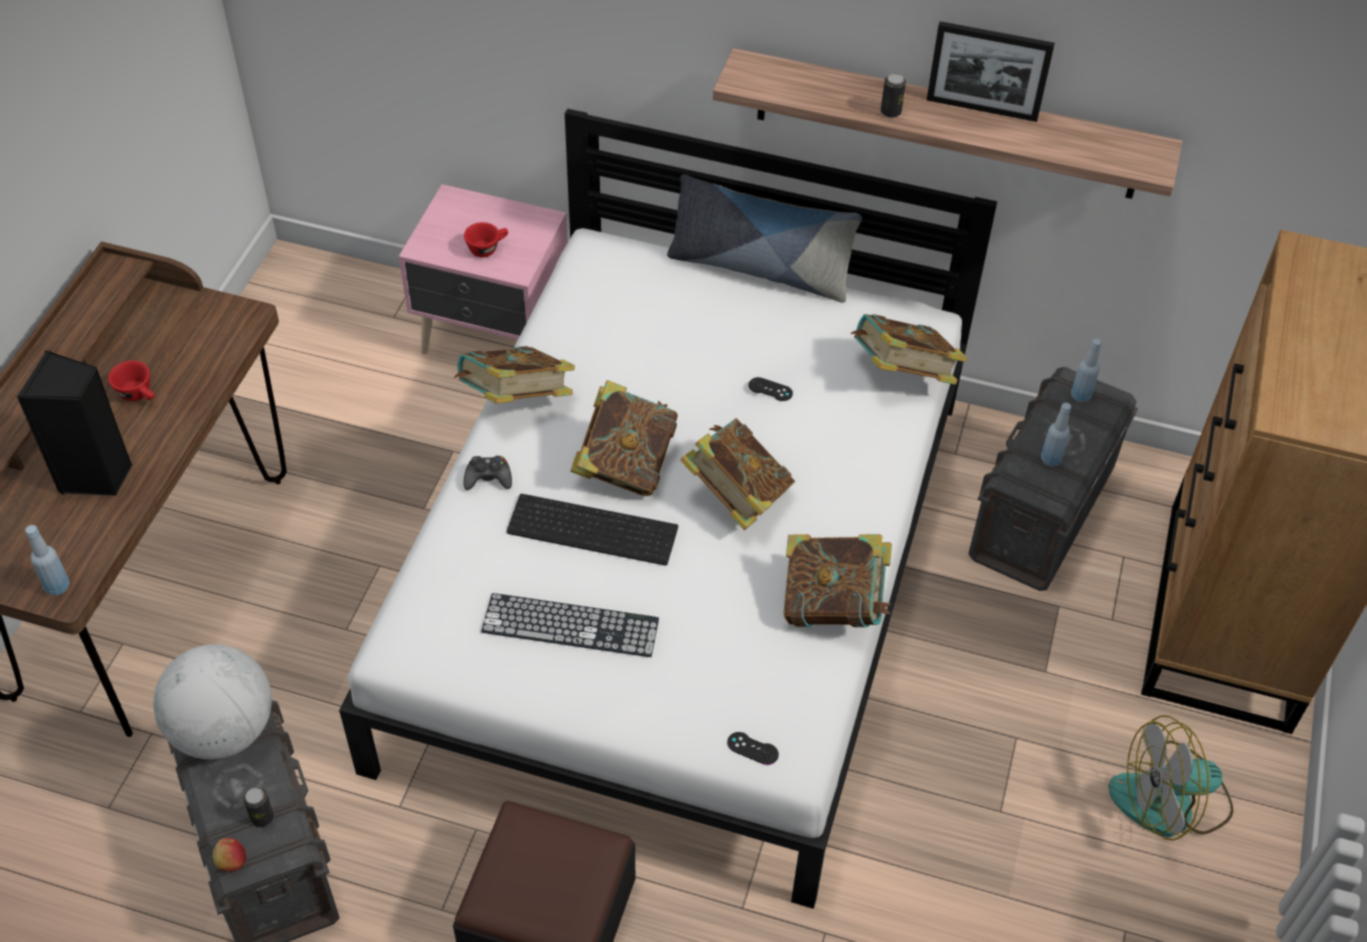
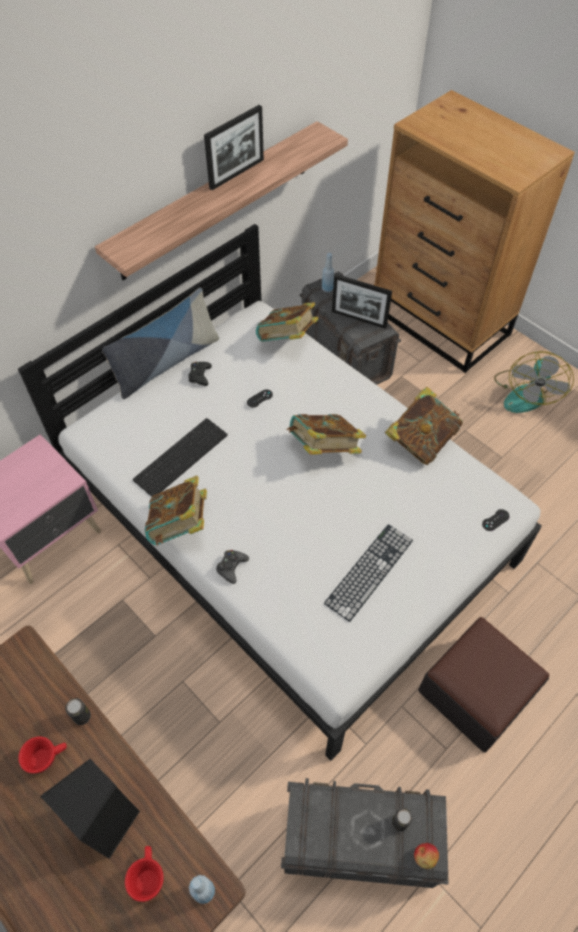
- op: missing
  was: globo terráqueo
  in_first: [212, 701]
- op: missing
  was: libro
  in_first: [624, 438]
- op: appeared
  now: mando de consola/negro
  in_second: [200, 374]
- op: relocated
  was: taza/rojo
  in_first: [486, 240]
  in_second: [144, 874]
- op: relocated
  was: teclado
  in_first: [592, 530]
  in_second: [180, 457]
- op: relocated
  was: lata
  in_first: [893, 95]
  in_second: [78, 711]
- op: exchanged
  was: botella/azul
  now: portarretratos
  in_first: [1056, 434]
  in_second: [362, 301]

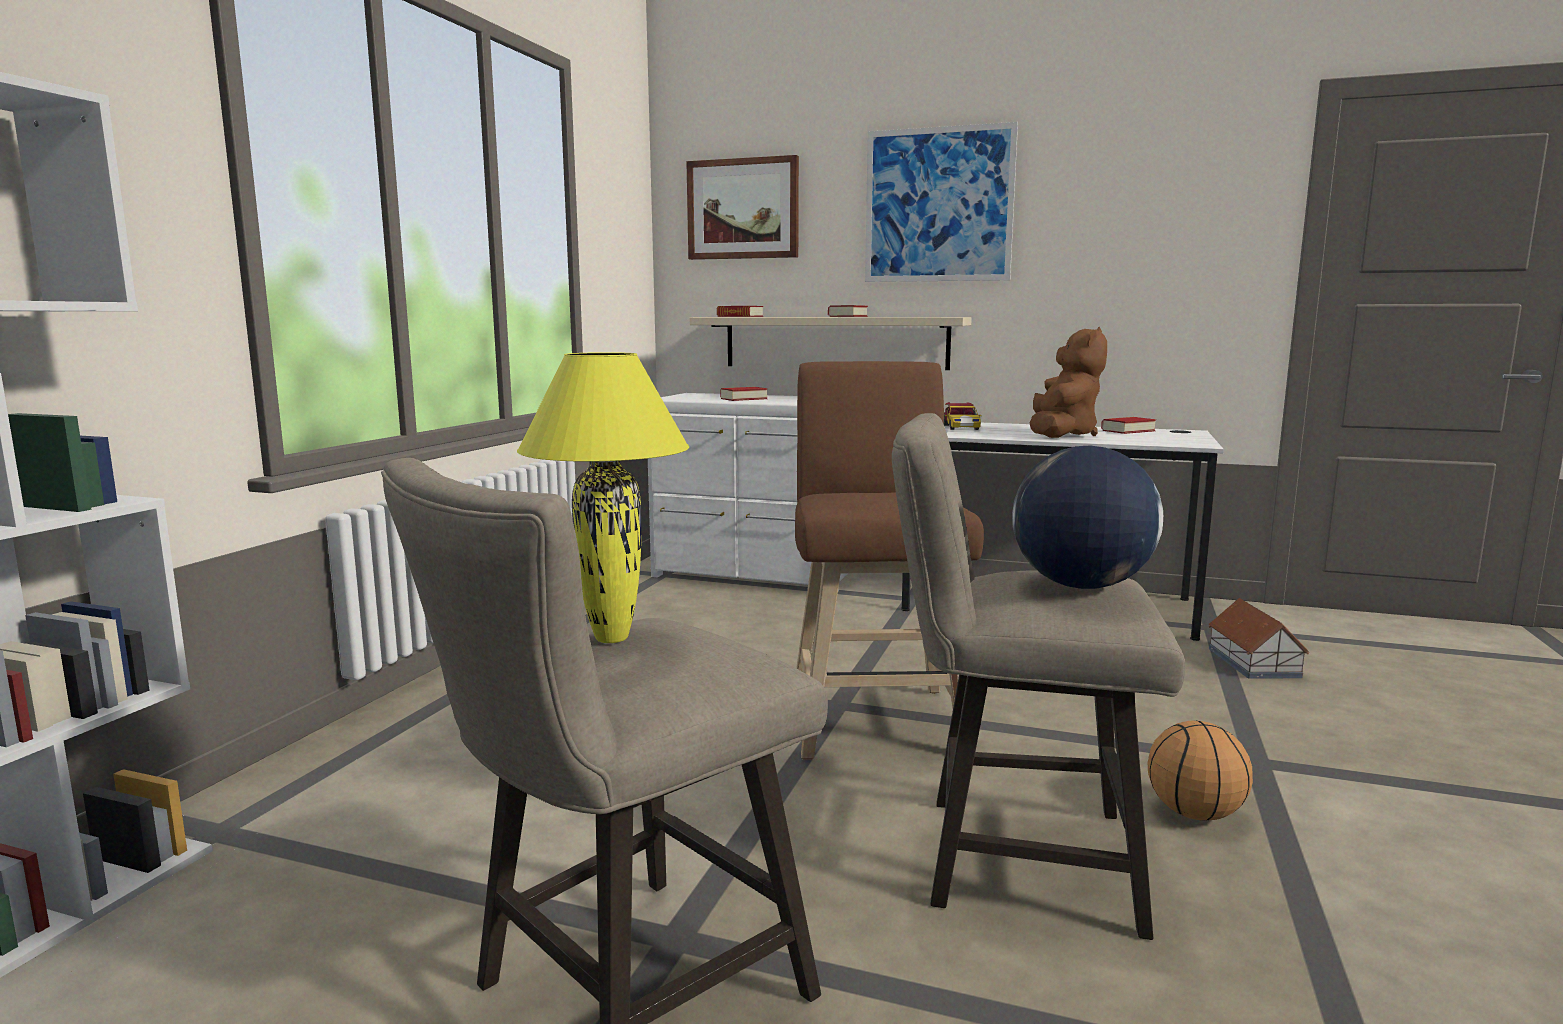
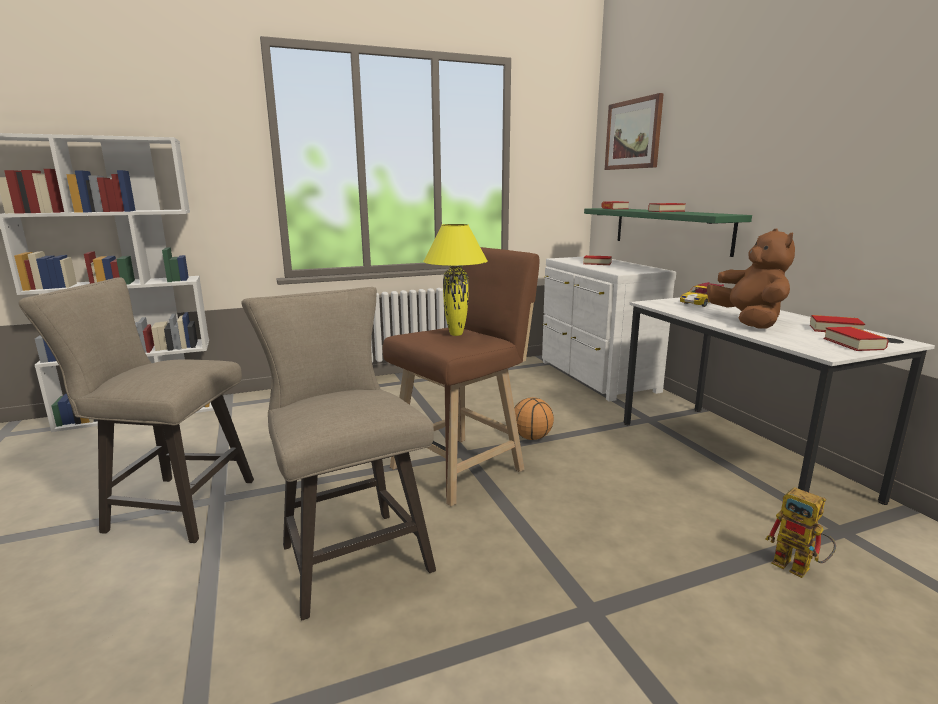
- op: missing
  was: cuadro
  in_first: [941, 202]
- op: missing
  was: globo terráqueo
  in_first: [1087, 517]
- op: appeared
  now: libro
  in_second: [856, 339]
- op: relocated
  was: lámpara de mesa/amarillo
  in_first: [603, 497]
  in_second: [455, 280]
- op: relocated
  was: balón de baloncesto
  in_first: [1200, 771]
  in_second: [534, 418]
- op: exchanged
  was: casita
  now: robot de juguete
  in_first: [1258, 638]
  in_second: [801, 532]
- op: colour
  was: estante/beis
  now: estante/verde
  in_first: [831, 343]
  in_second: [668, 232]
- op: spun
  was: peluche/marrón
  in_first: [1068, 382]
  in_second: [751, 279]
  clockwise: -75

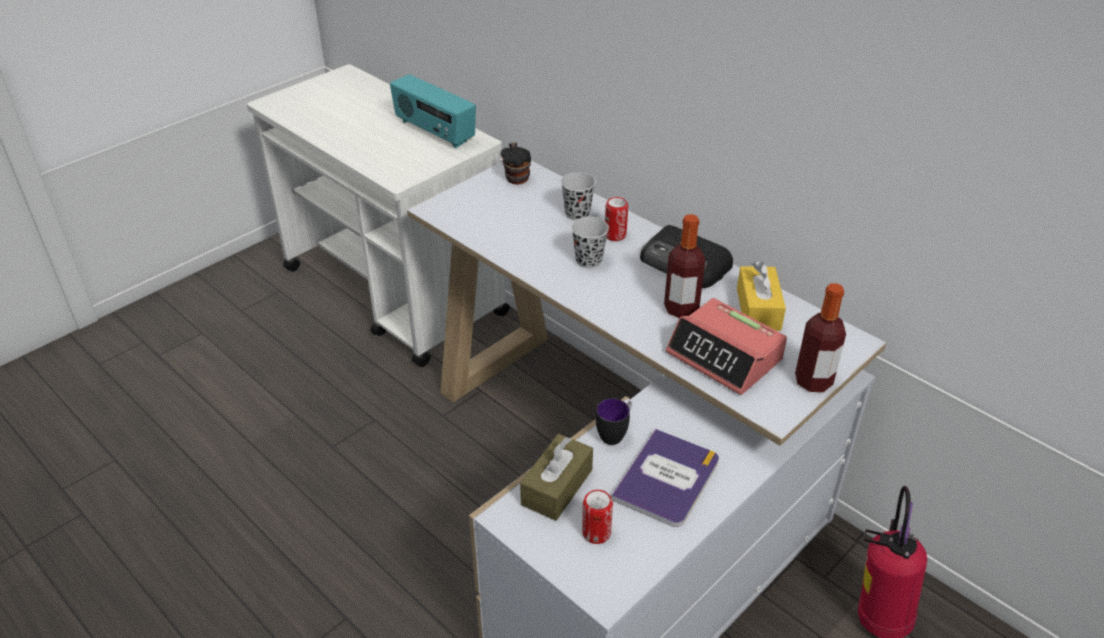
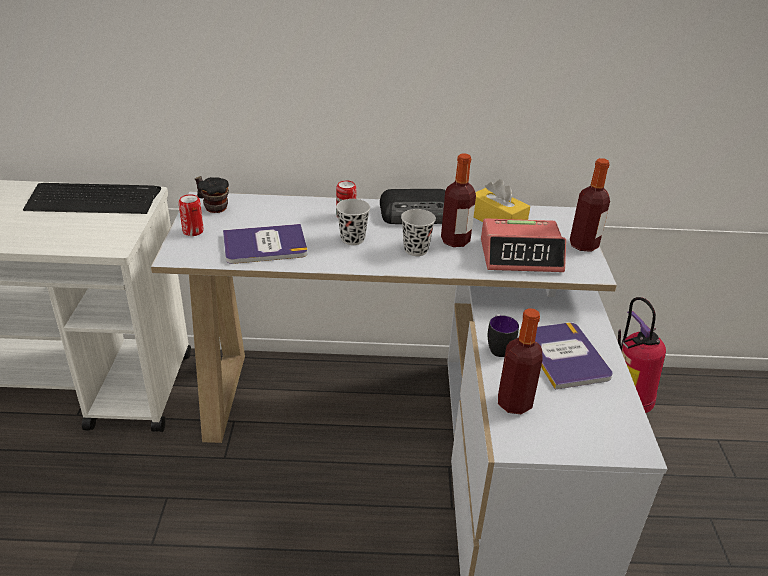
- op: appeared
  now: libro
  in_second: [265, 244]
- op: relocated
  was: taza/negro
  in_first: [578, 196]
  in_second: [418, 232]
- op: relocated
  was: lata
  in_first: [597, 517]
  in_second: [191, 215]
- op: exchanged
  was: radio
  now: teclado
  in_first: [433, 111]
  in_second: [92, 198]
- op: exchanged
  was: caja de pañuelos/marrón
  now: botella
  in_first: [556, 477]
  in_second: [520, 361]

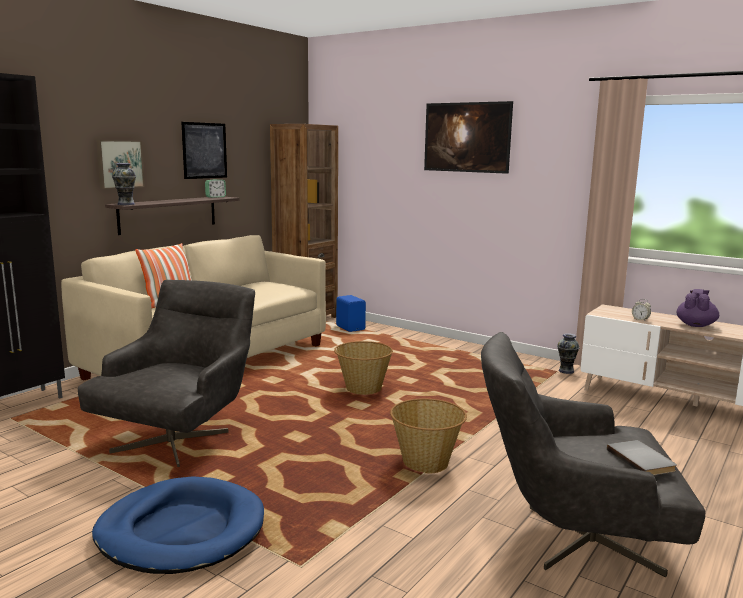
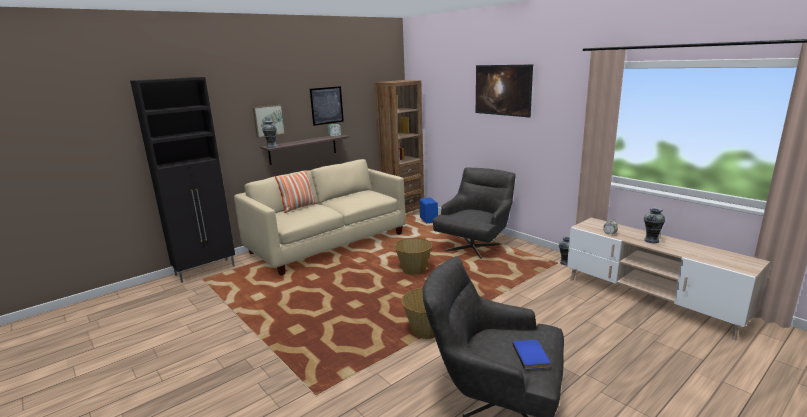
- op: missing
  was: cama para perro/azul
  in_first: [178, 525]
- op: relocated
  was: sillón/gris
  in_first: [166, 373]
  in_second: [474, 213]
- op: exchanged
  was: tetera/morado
  now: florero
  in_first: [698, 308]
  in_second: [654, 225]
- op: colour
  was: libro/gris
  now: libro/azul
  in_first: [642, 457]
  in_second: [532, 354]

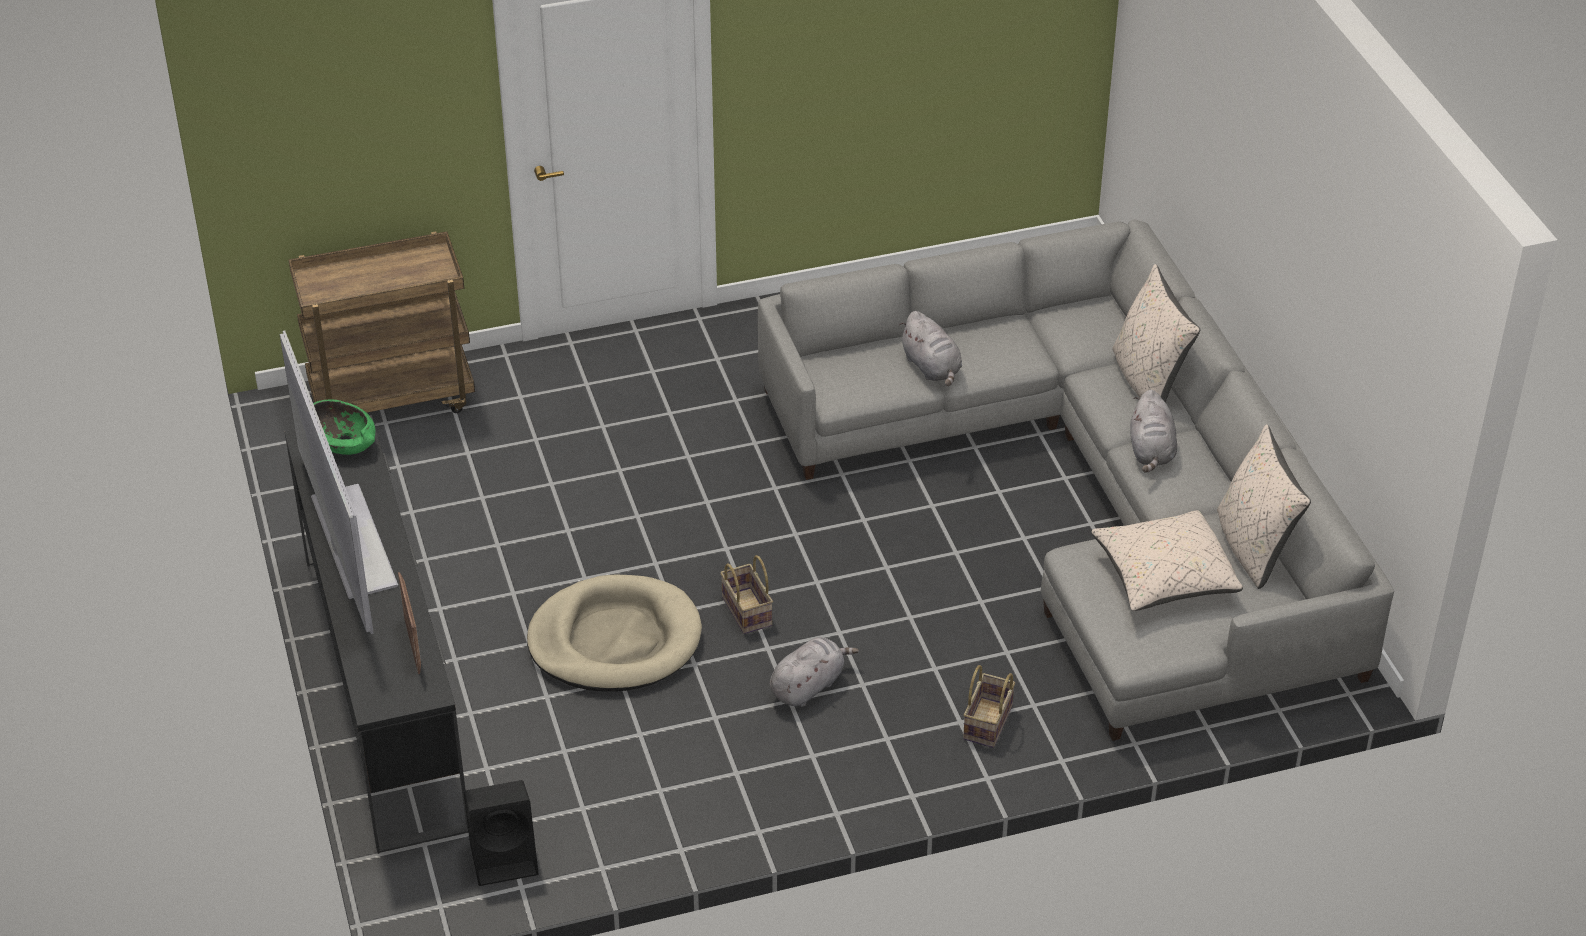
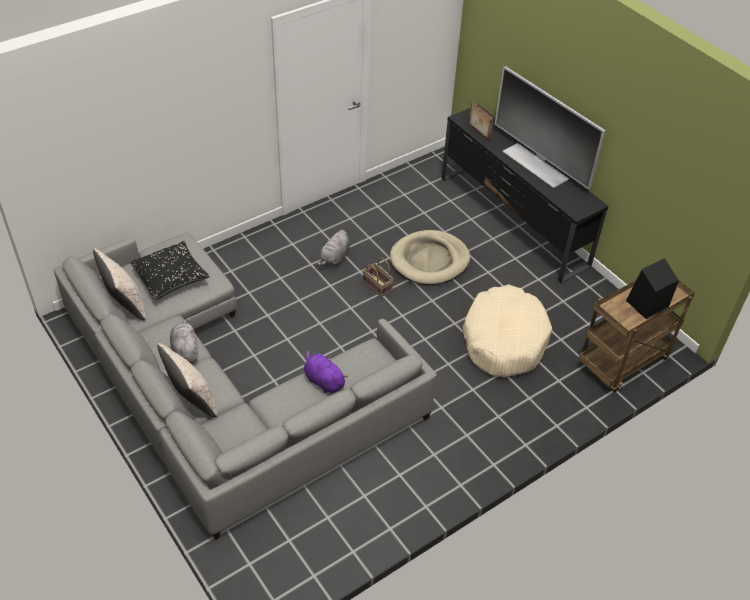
- op: missing
  was: cuenco/verde
  in_first: [344, 427]
- op: missing
  was: cesta
  in_first: [989, 706]
- op: appeared
  now: cama para perro/beis
  in_second: [507, 330]
- op: relocated
  was: altavoz/negro
  in_first: [501, 833]
  in_second: [652, 288]
- op: colour
  was: peluche/gris
  now: peluche/morado
  in_first: [930, 348]
  in_second: [326, 372]
- op: colour
  was: cojín/beis
  now: cojín/negro
  in_first: [1167, 560]
  in_second: [170, 270]

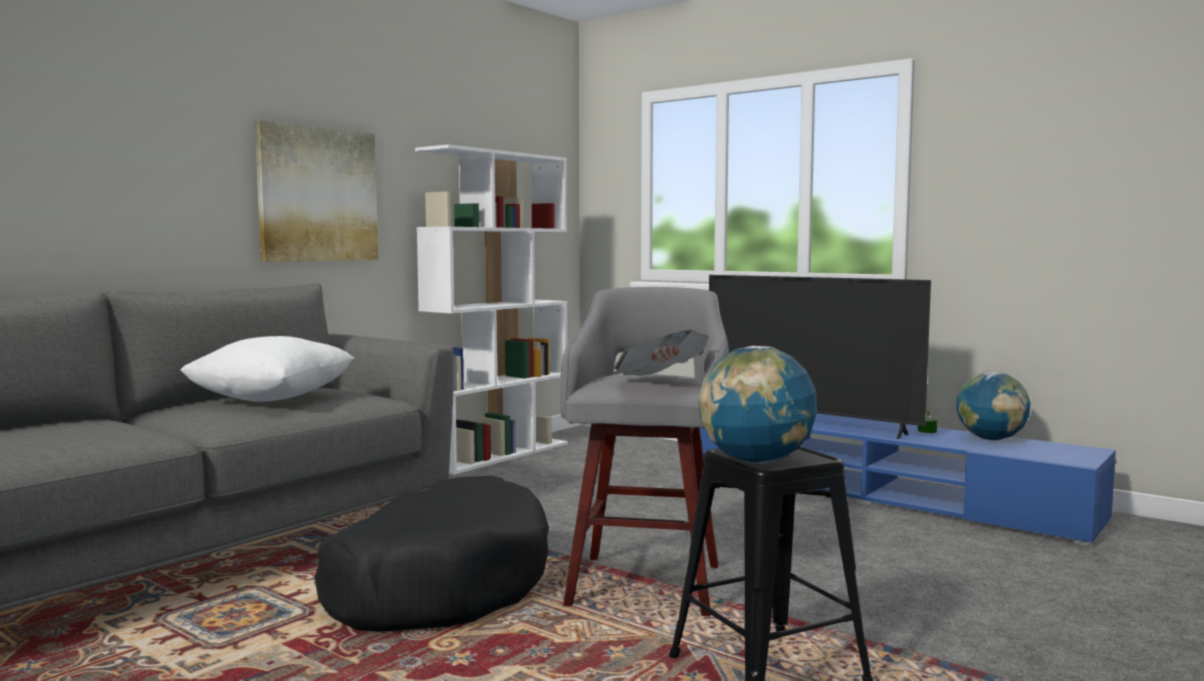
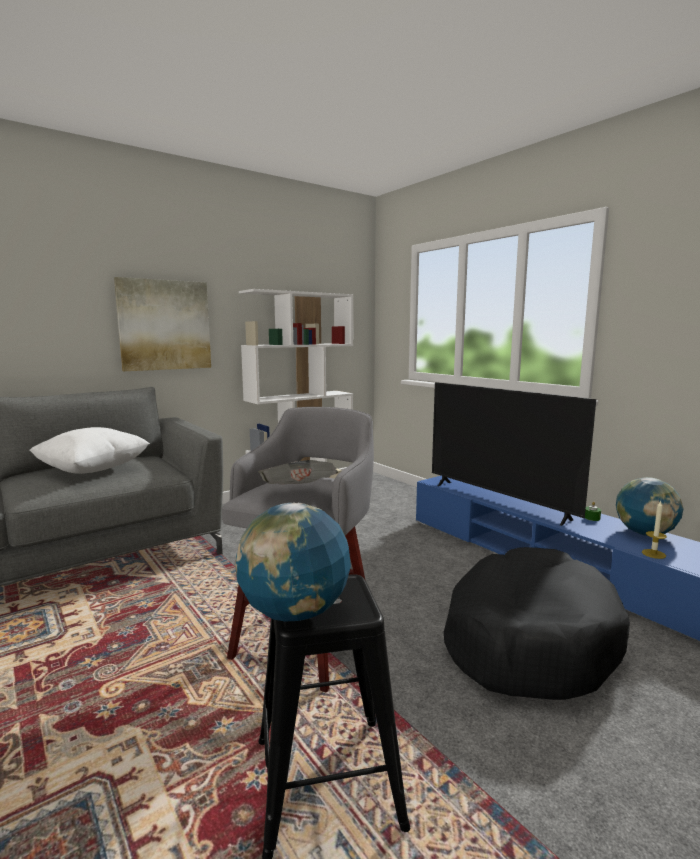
- op: appeared
  now: vela
  in_second: [654, 530]
- op: relocated
  was: cama para perro/negro
  in_first: [432, 553]
  in_second: [537, 623]

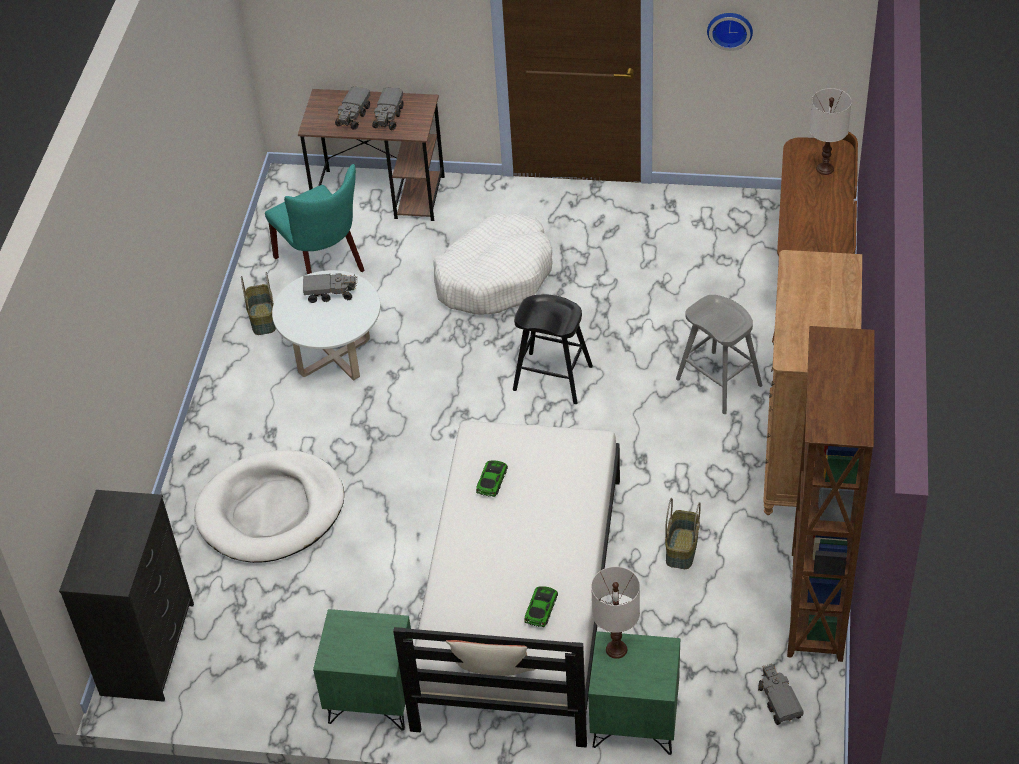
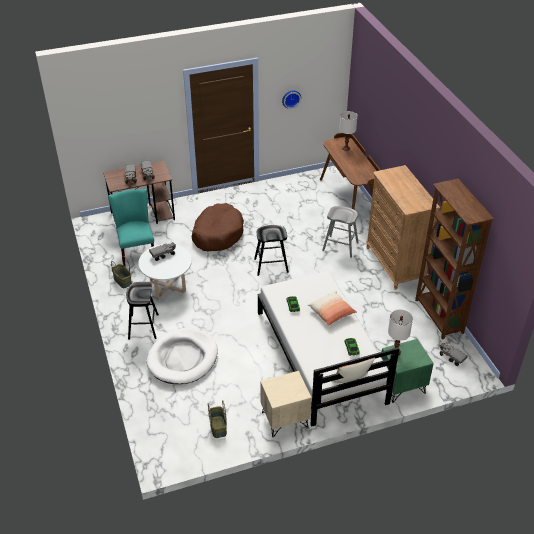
- op: missing
  was: cómoda/negro
  in_first: [126, 596]
- op: appeared
  now: taburete/negro
  in_second: [142, 311]
- op: appeared
  now: cojín
  in_second: [332, 308]
- op: relocated
  was: cesta
  in_first: [683, 533]
  in_second: [217, 419]
- op: colour
  was: mesita de noche/verde
  now: mesita de noche/beis
  in_first: [363, 669]
  in_second: [286, 404]
- op: colour
  was: cama para perro/blanco
  now: cama para perro/marrón
  in_first: [493, 264]
  in_second: [217, 227]
- op: spun
  was: silla/turquesa
  in_first: [314, 219]
  in_second: [131, 228]
  clockwise: -135

